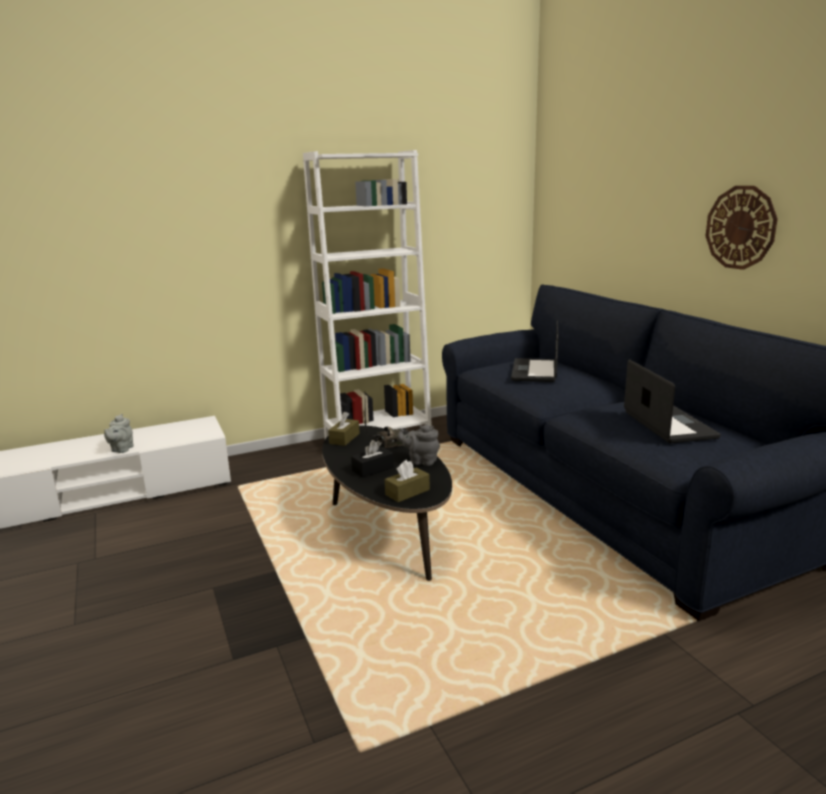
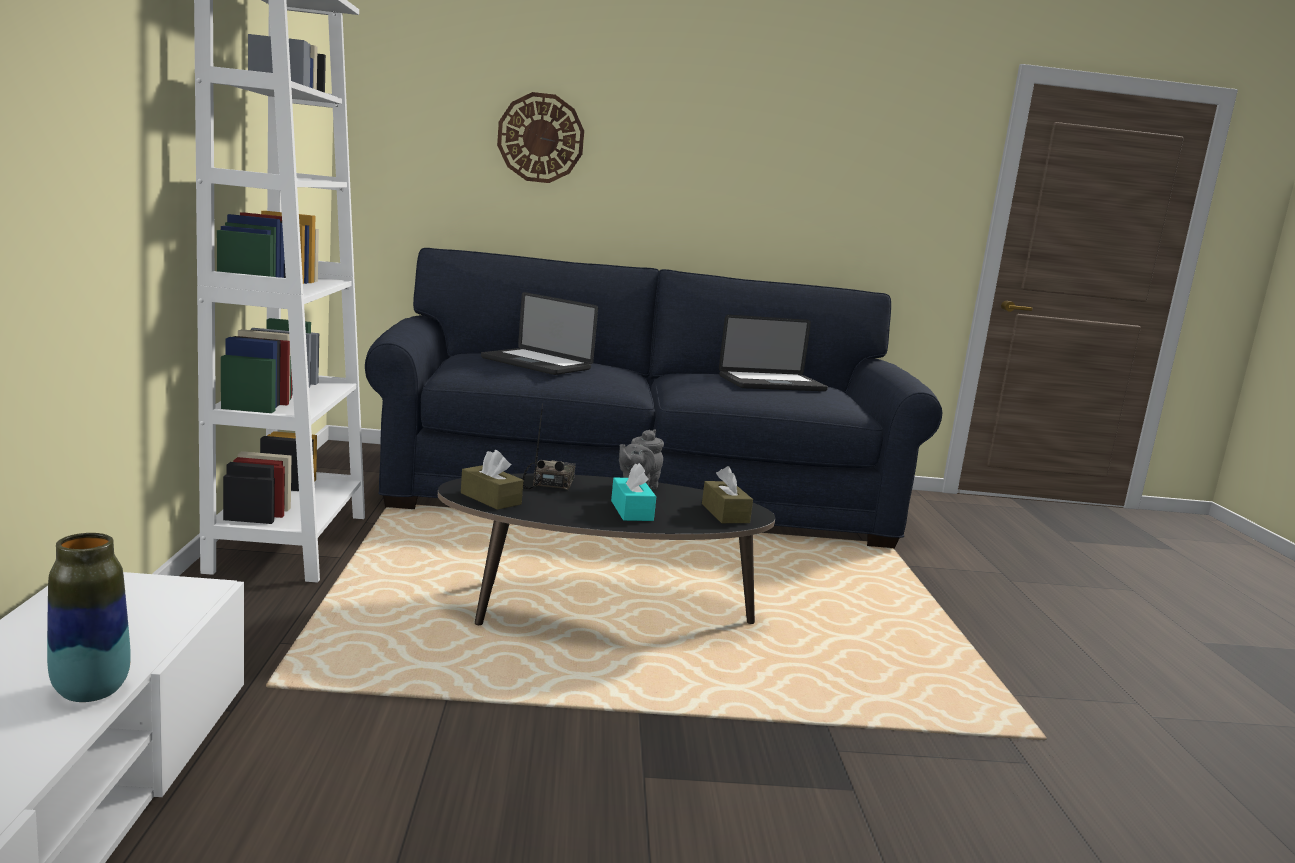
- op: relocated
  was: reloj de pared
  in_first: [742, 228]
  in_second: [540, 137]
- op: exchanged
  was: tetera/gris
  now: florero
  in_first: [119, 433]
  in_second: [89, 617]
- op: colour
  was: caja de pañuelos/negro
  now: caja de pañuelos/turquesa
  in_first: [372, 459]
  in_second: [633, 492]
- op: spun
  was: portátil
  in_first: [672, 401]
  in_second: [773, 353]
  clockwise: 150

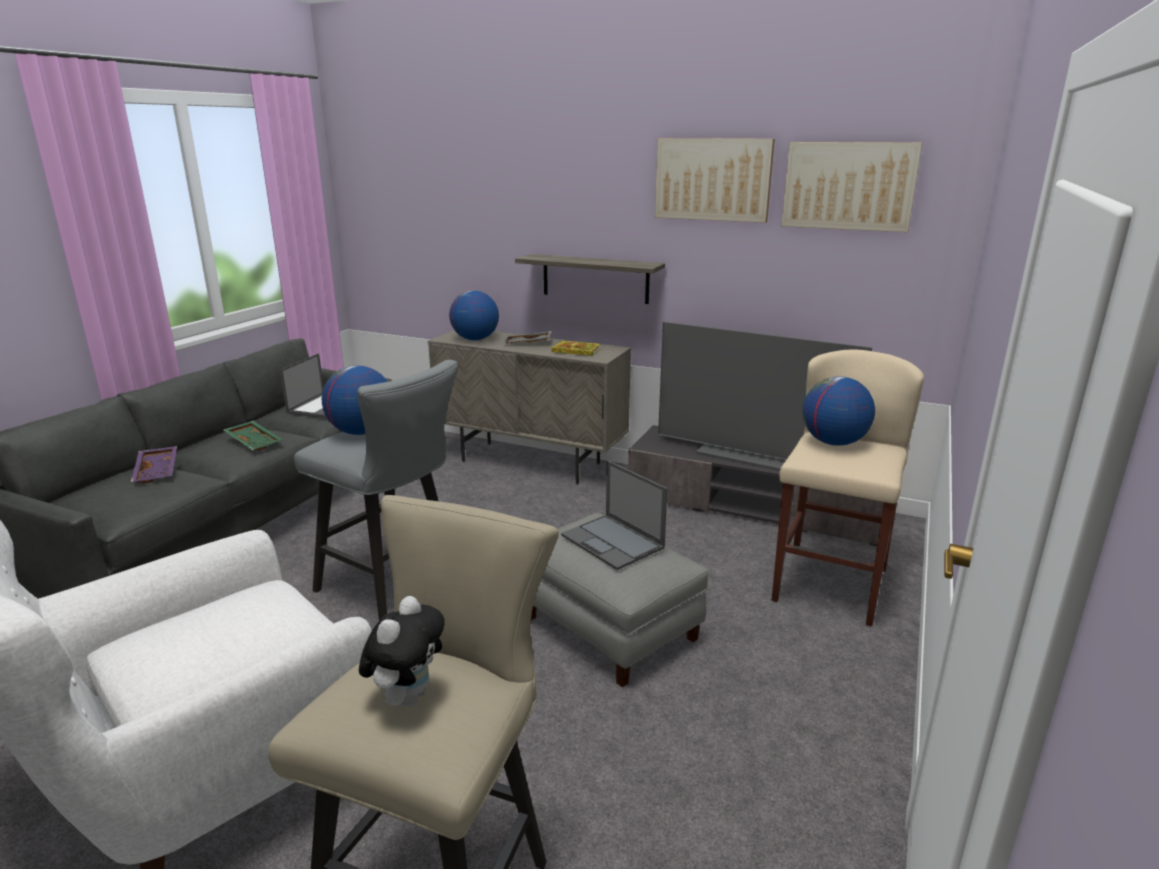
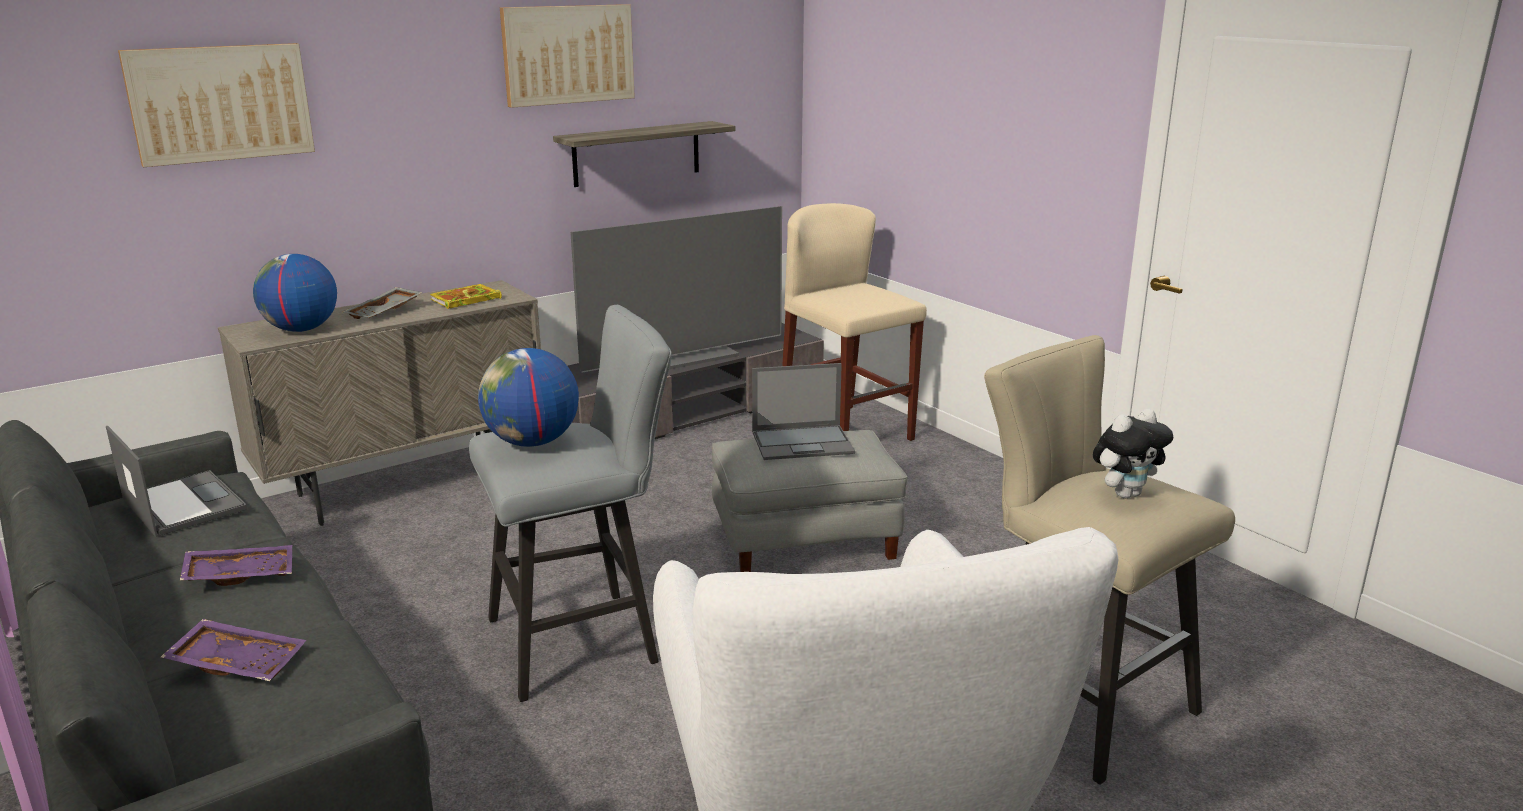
- op: missing
  was: globo terráqueo
  in_first: [838, 411]
- op: relocated
  was: estante
  in_first: [590, 279]
  in_second: [644, 154]
- op: relocated
  was: cuadro
  in_first: [851, 187]
  in_second: [216, 105]
- op: colour
  was: bandeja/verde
  now: bandeja/morado
  in_first: [253, 436]
  in_second: [236, 565]
- op: spun
  was: peluche
  in_first: [402, 651]
  in_second: [1133, 453]
  clockwise: 105

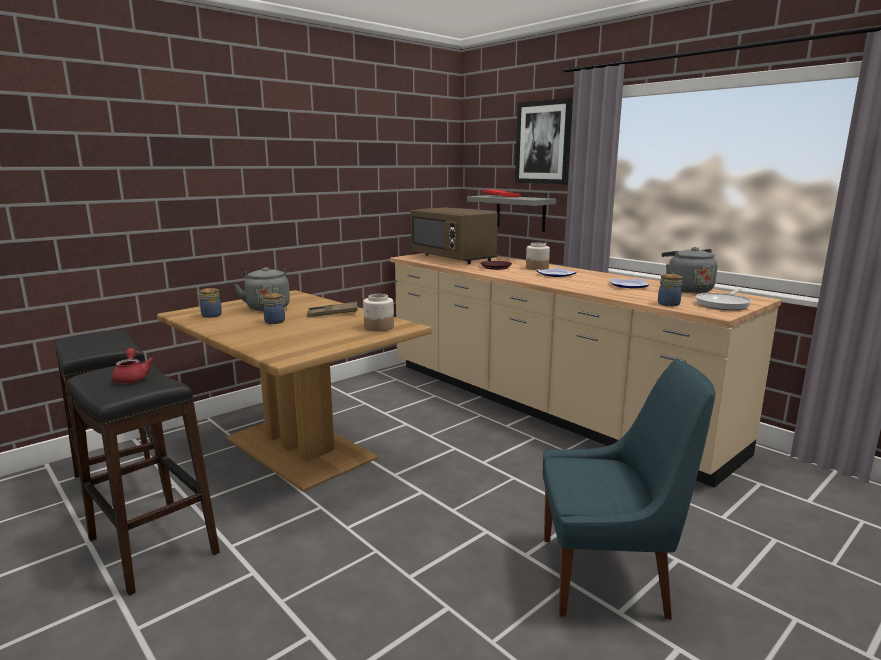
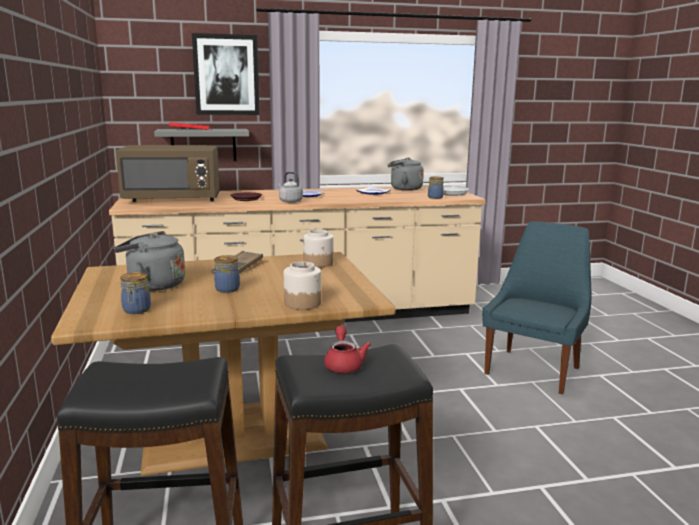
- op: appeared
  now: hervidor/gris
  in_second: [290, 187]
- op: relocated
  was: tarro
  in_first: [538, 256]
  in_second: [302, 286]
- op: spun
  was: tetera/rojo
  in_first: [133, 366]
  in_second: [347, 349]
  clockwise: 75

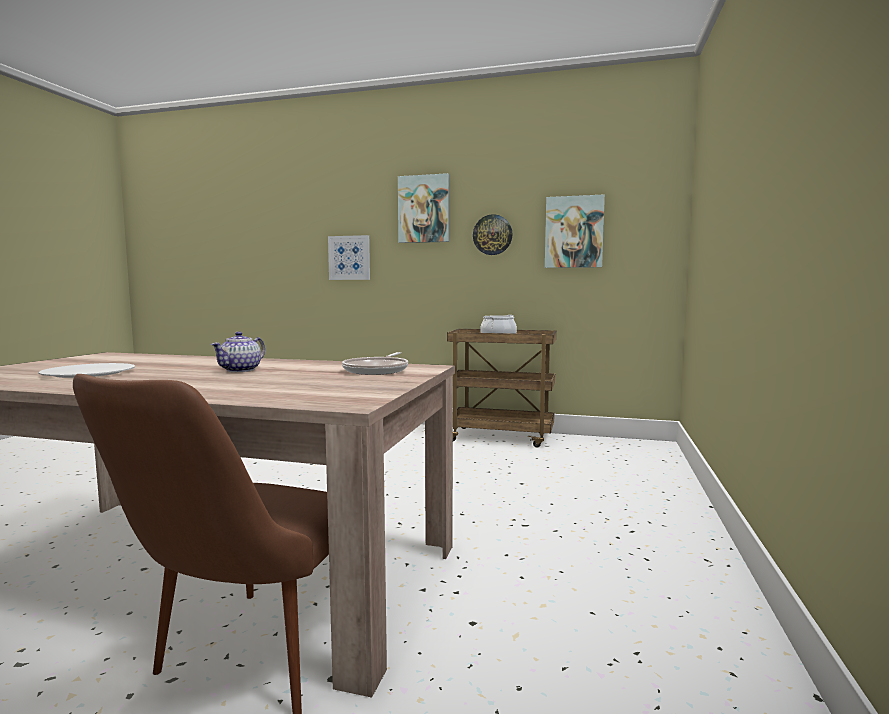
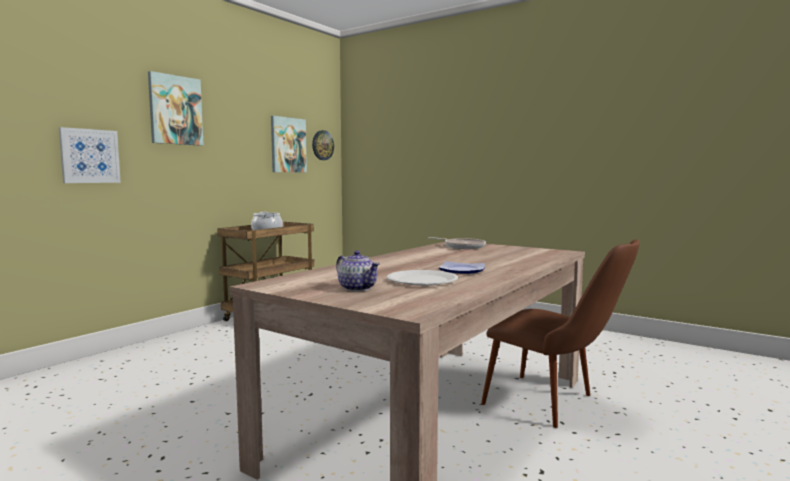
- op: appeared
  now: plato
  in_second: [462, 267]
- op: relocated
  was: tetera
  in_first: [238, 352]
  in_second: [358, 271]
- op: relocated
  was: reloj de pared
  in_first: [493, 234]
  in_second: [323, 145]

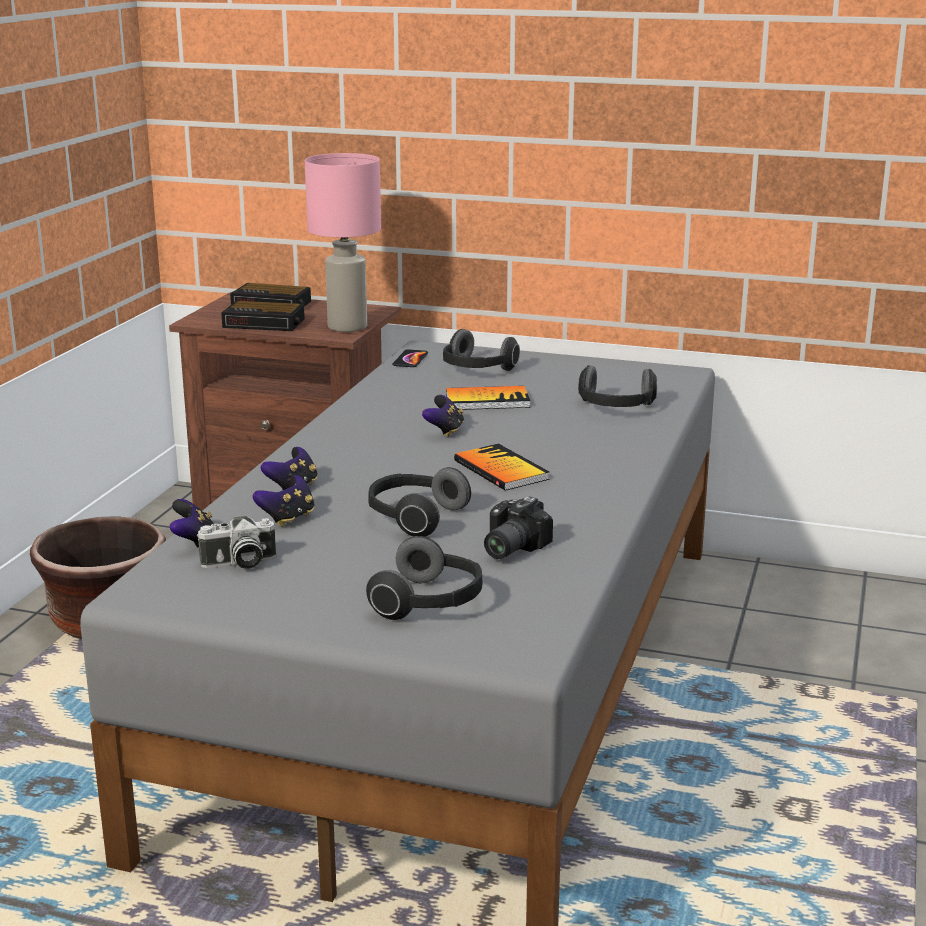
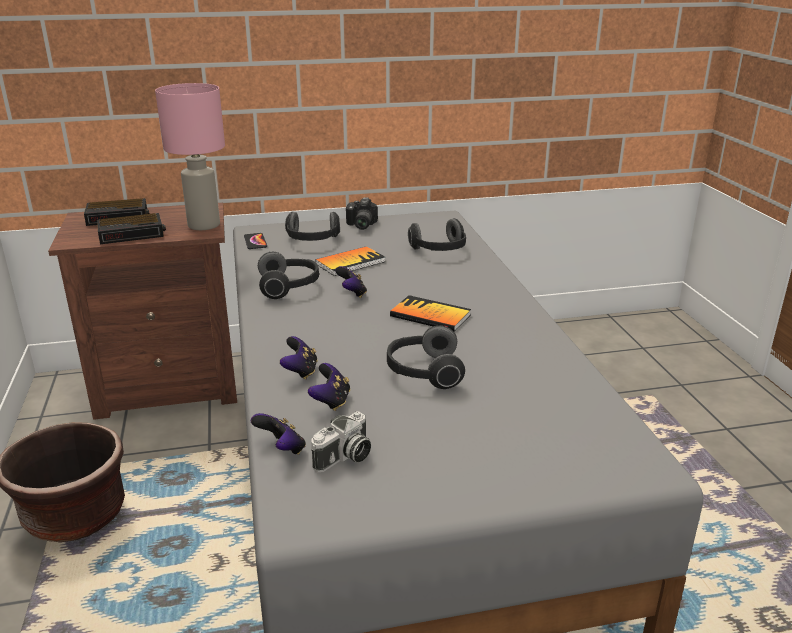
- op: relocated
  was: auriculares
  in_first: [424, 578]
  in_second: [288, 275]
- op: relocated
  was: cámara
  in_first: [518, 527]
  in_second: [362, 214]

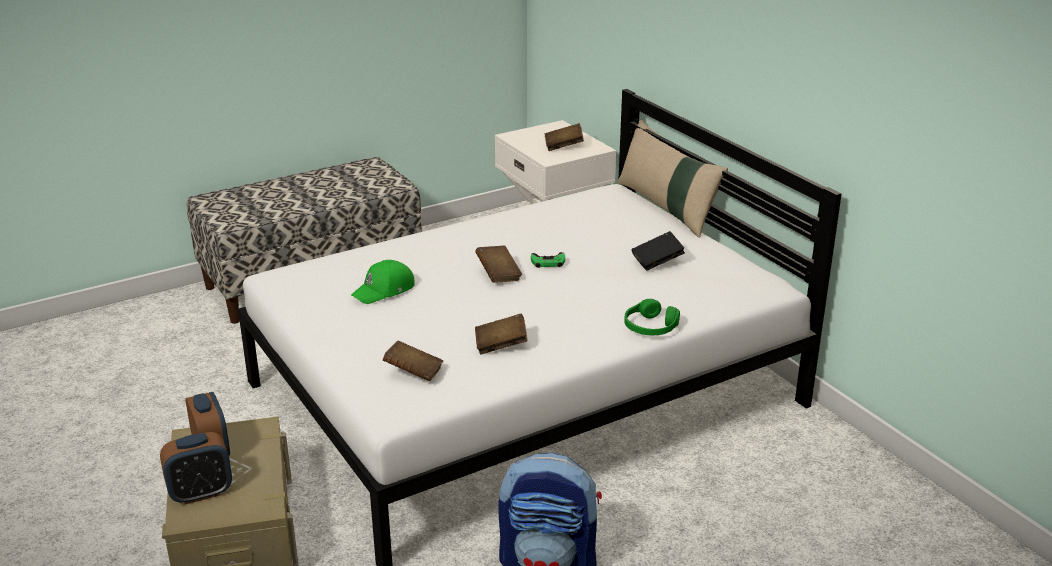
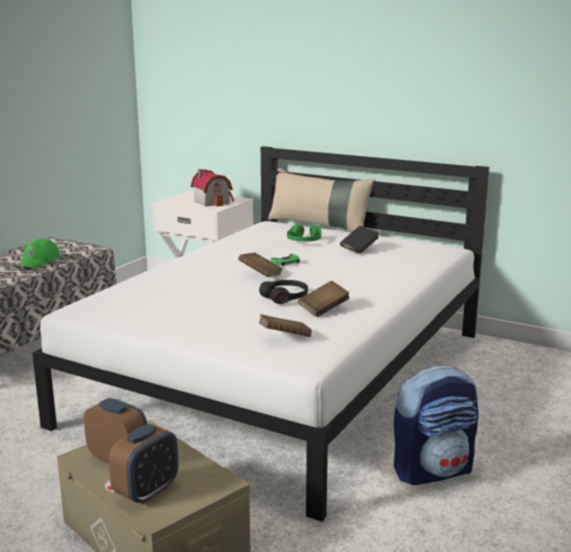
- op: appeared
  now: auriculares/negro
  in_second: [283, 292]
- op: relocated
  was: gorra/verde
  in_first: [383, 282]
  in_second: [39, 254]
- op: relocated
  was: auriculares/verde
  in_first: [652, 317]
  in_second: [304, 233]
- op: exchanged
  was: libro/marrón
  now: casita
  in_first: [564, 137]
  in_second: [212, 188]

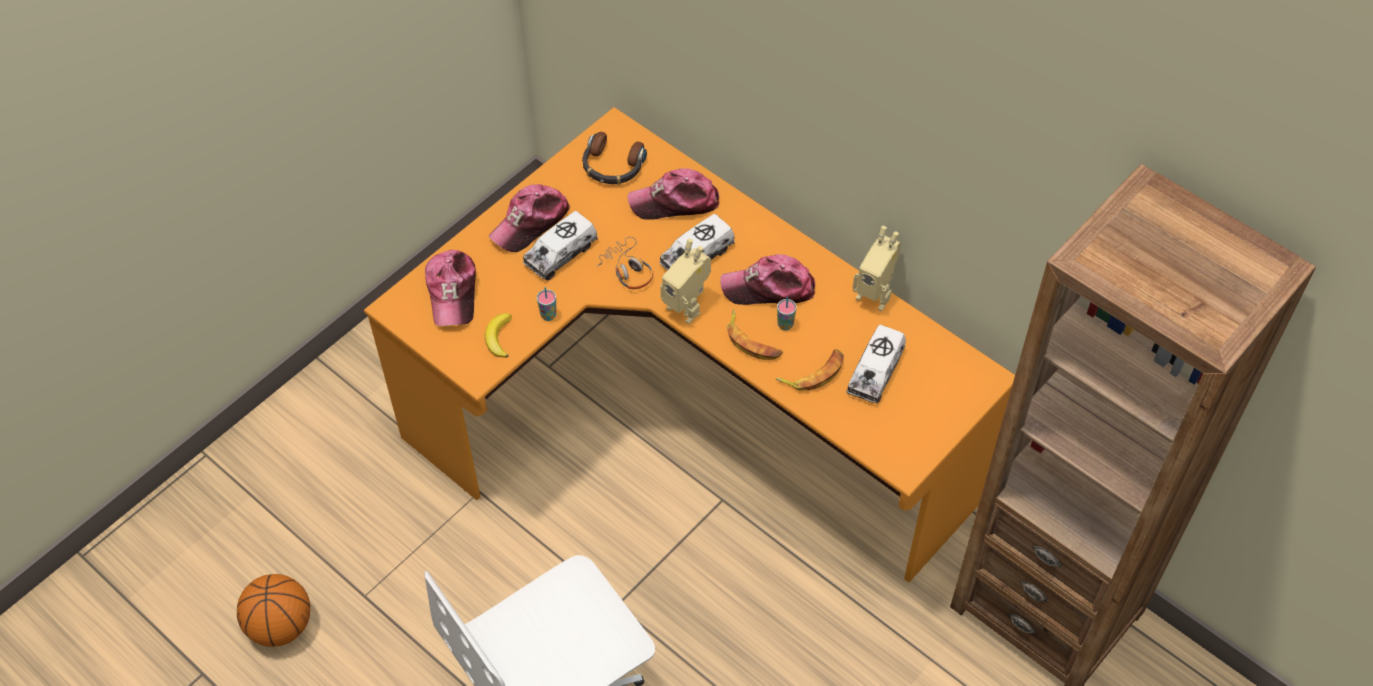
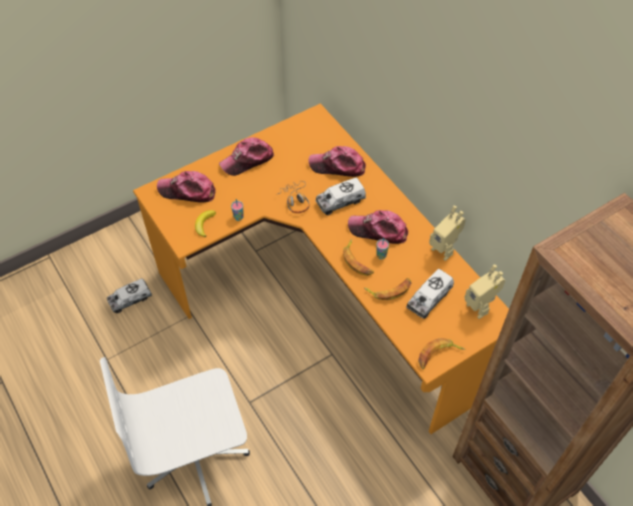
- op: missing
  was: balón de baloncesto
  in_first: [273, 610]
- op: missing
  was: auriculares
  in_first: [614, 158]
- op: appeared
  now: plátano
  in_second: [441, 353]
- op: relocated
  was: camión de juguete
  in_first: [560, 245]
  in_second: [129, 295]
- op: relocated
  was: robot de juguete
  in_first: [685, 281]
  in_second: [484, 291]
- op: spun
  was: gorra
  in_first: [450, 288]
  in_second: [186, 187]
  clockwise: 90

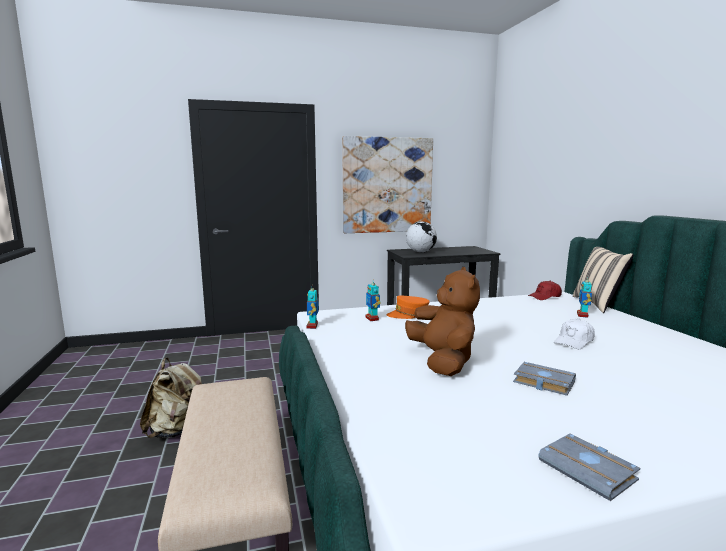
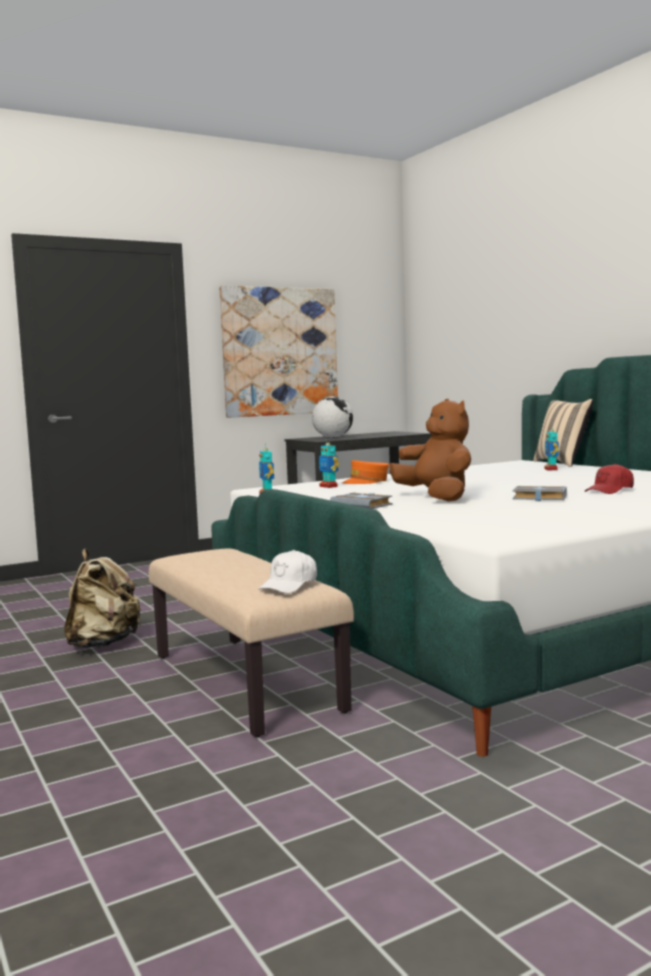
- op: relocated
  was: gorra/rojo
  in_first: [545, 290]
  in_second: [609, 479]
- op: relocated
  was: libro/gris
  in_first: [589, 467]
  in_second: [361, 500]
- op: relocated
  was: gorra/blanco
  in_first: [574, 334]
  in_second: [287, 571]

